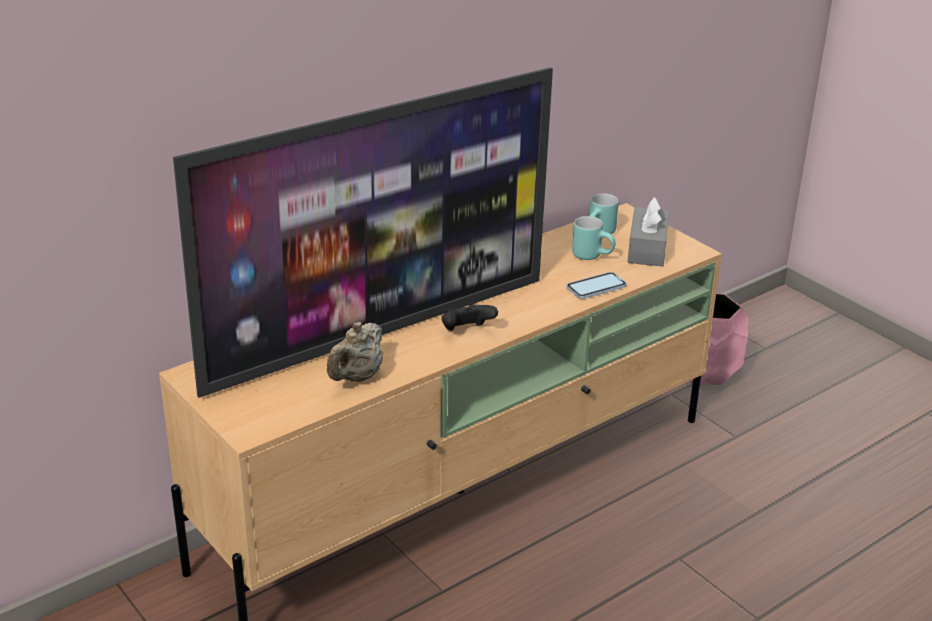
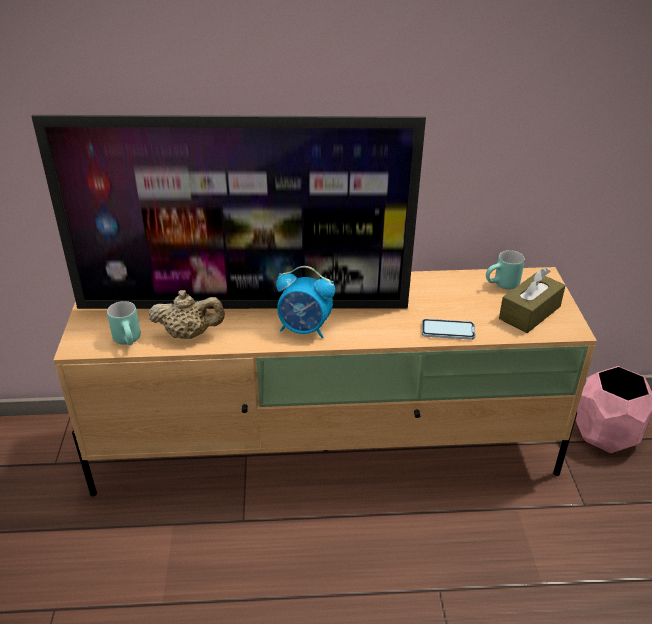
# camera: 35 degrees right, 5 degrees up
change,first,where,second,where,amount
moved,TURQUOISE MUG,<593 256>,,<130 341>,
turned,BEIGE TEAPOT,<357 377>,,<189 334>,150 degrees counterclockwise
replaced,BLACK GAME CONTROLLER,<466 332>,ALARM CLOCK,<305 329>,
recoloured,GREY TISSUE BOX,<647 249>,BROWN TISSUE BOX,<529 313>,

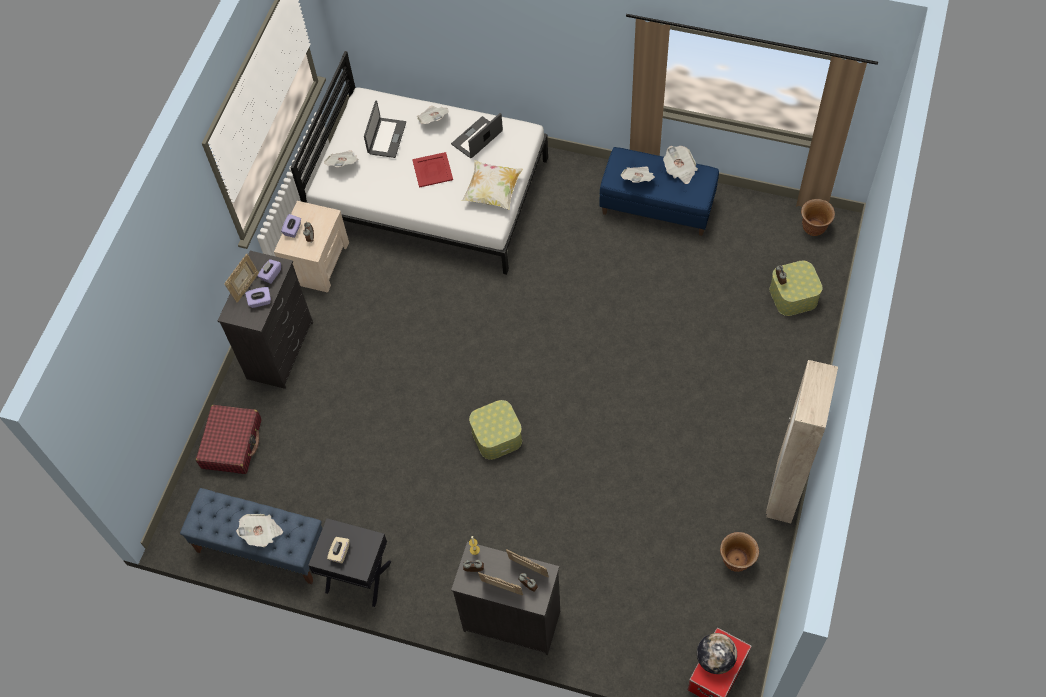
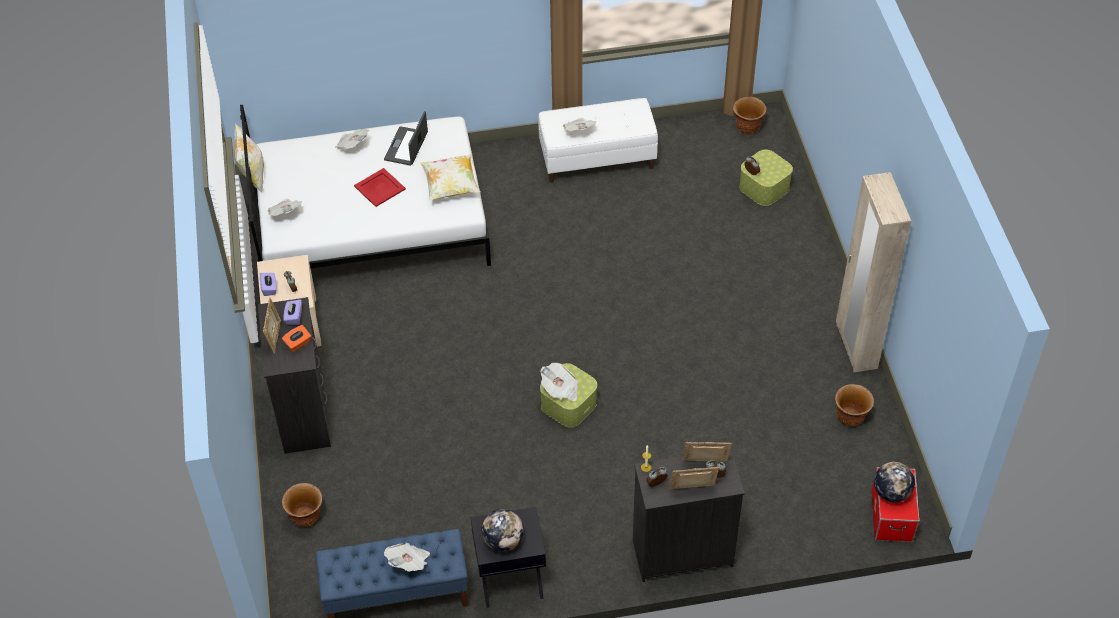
# camera: 30 degrees left, 10 degrees down
change,first,where,second,where,amount
added,,,PILLOW,<252 175>,
recoloured,PURPLE TISSUE BOX,<260 301>,ORANGE TISSUE BOX,<298 344>,
replaced,RED SUITCASE,<232 443>,BROWN PLANTER,<306 517>,
replaced,BEIGE TISSUE BOX,<339 553>,GLOBE,<503 541>,
recoloured,BLUE BENCH,<657 206>,WHITE BENCH,<597 159>,
moved,NEWSPAPER,<680 170>,,<560 389>,
removed,LAPTOP,<386 138>,,,

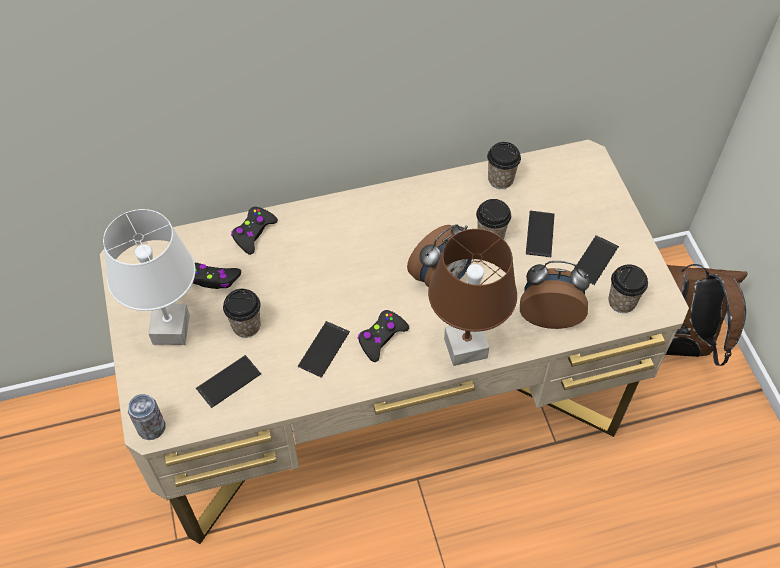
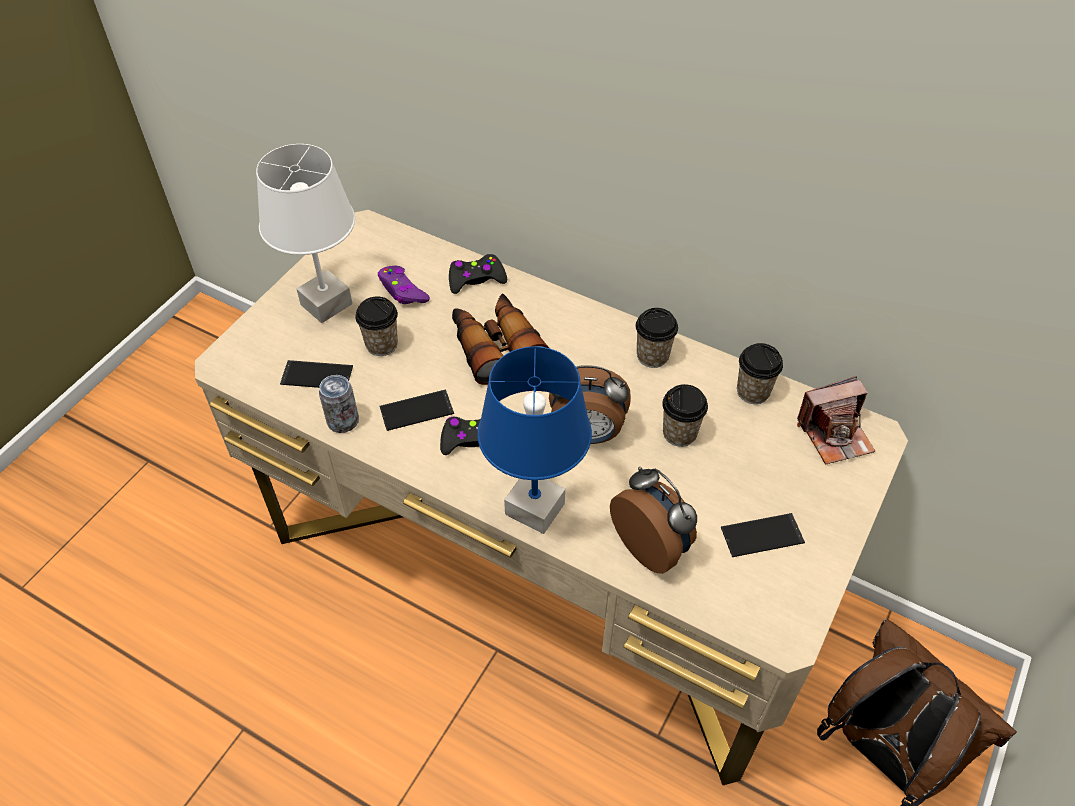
# camera: 45 degrees right, 5 degrees down
change,first,where,second,where,amount
moved,CAN,<151 428>,,<343 421>,
recoloured,BLACK GAME CONTROLLER,<213 279>,PURPLE GAME CONTROLLER,<402 291>,
added,,,BINOCULARS,<495 346>,
recoloured,BROWN TABLE LAMP,<466 347>,BLUE TABLE LAMP,<536 509>,
moved,CUP,<621 302>,,<652 356>,
added,,,PHOTO CAMERA,<834 435>,
removed,PHONE,<540 234>,,,

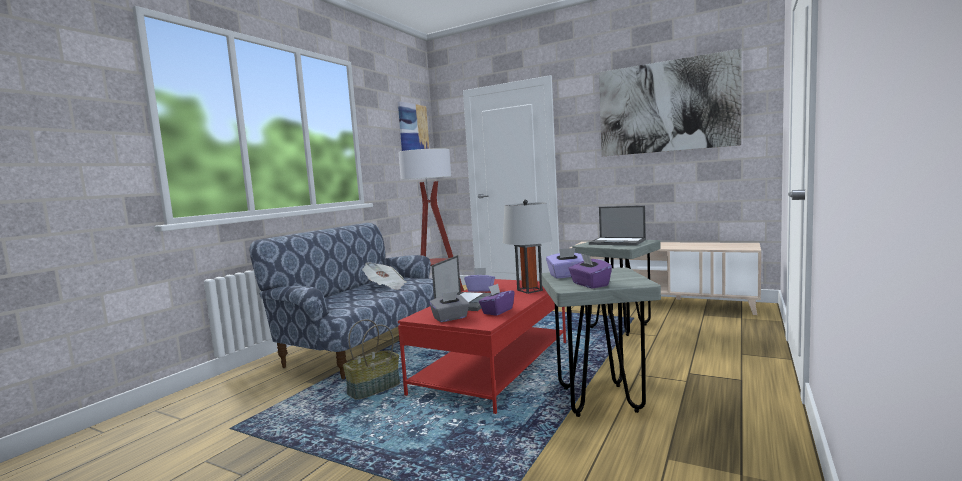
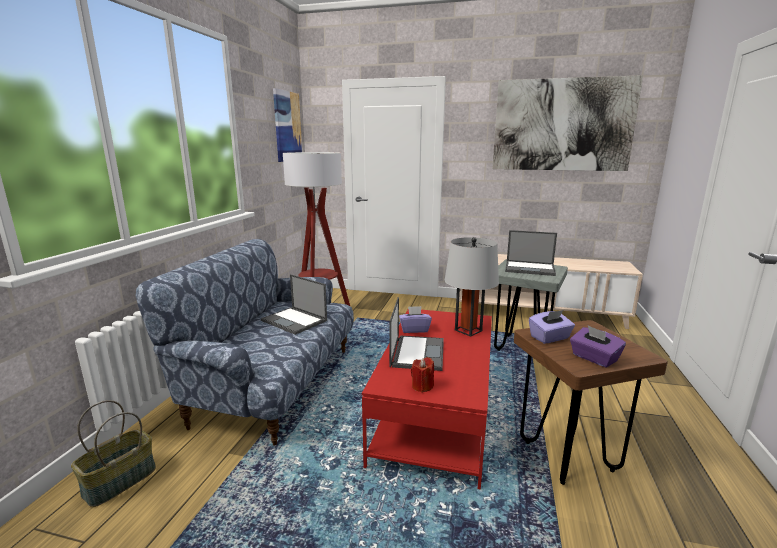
# camera: 15 degrees left, 10 degrees up
change,first,where,second,where,amount
moved,BASKET,<374 389>,,<120 482>,
replaced,NEWSPAPER,<385 287>,LAPTOP,<295 321>,
replaced,GREY TISSUE BOX,<450 318>,RED CANDLE,<422 386>,
recoloured,GREY STOOL,<599 400>,BROWN STOOL,<568 456>,
removed,PURPLE TISSUE BOX,<497 311>,,,

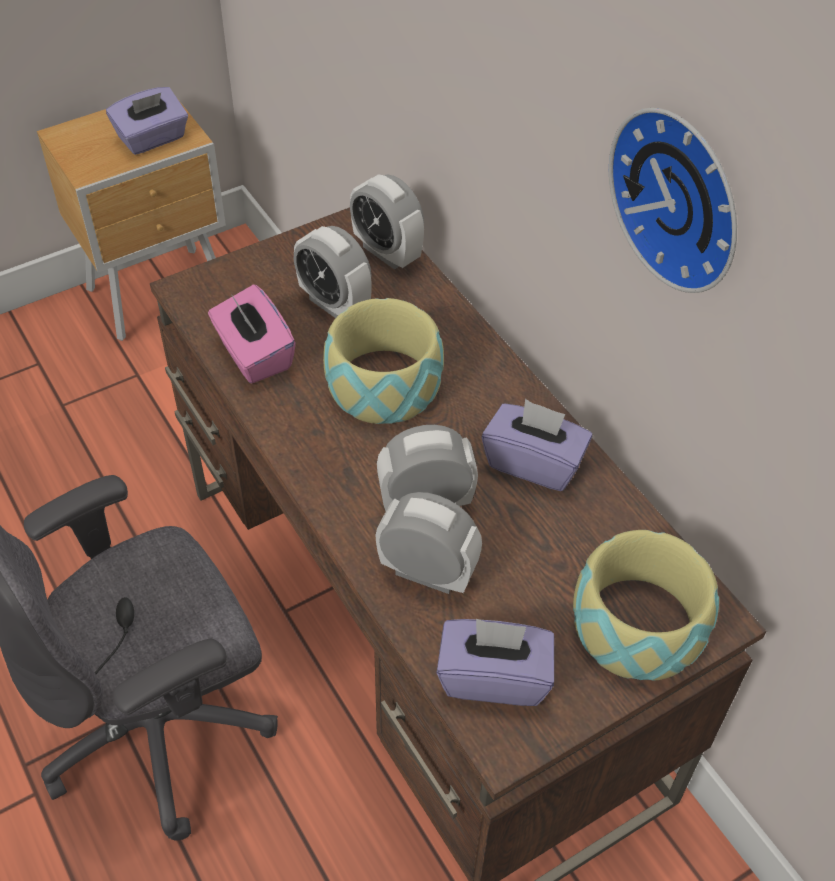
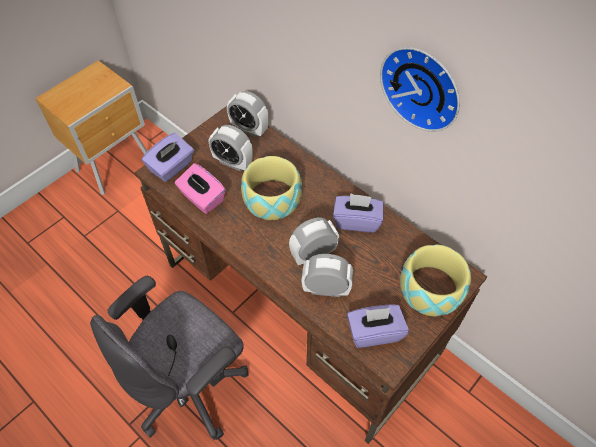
# camera: 15 degrees left, 5 degrees up
change,first,where,second,where,amount
moved,PURPLE TISSUE BOX,<152 139>,,<172 167>,

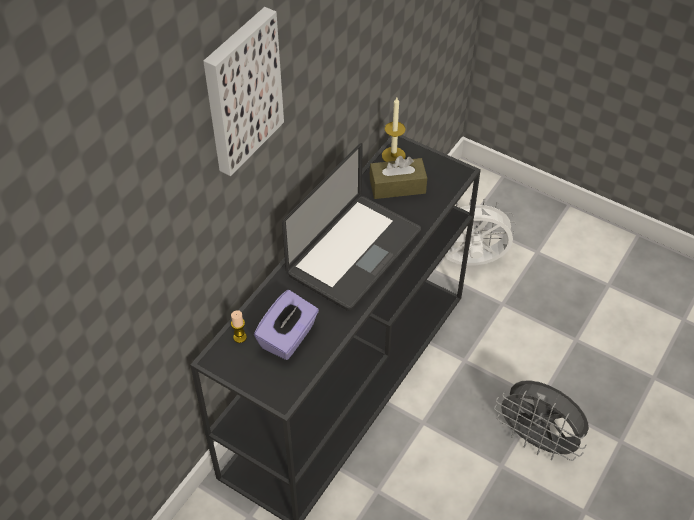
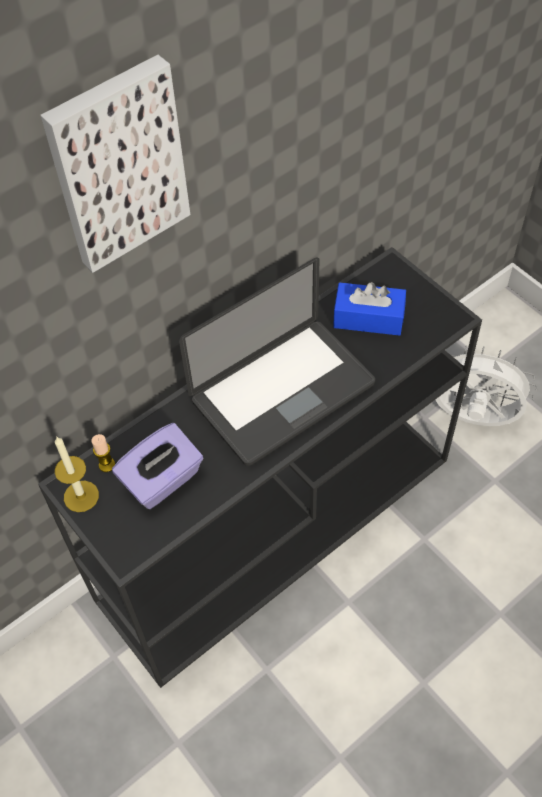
# camera: 20 degrees right, 5 degrees up
change,first,where,second,where,amount
moved,CANDLE,<393 155>,,<81 496>,
recoloured,BROWN TISSUE BOX,<397 186>,BLUE TISSUE BOX,<368 318>,
removed,GREY FAN,<537 441>,,,

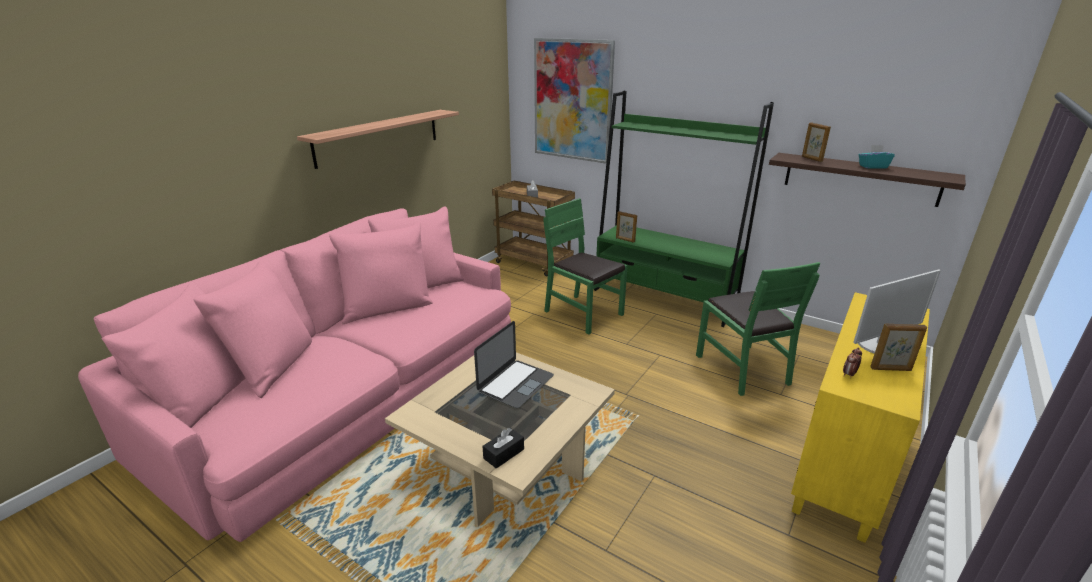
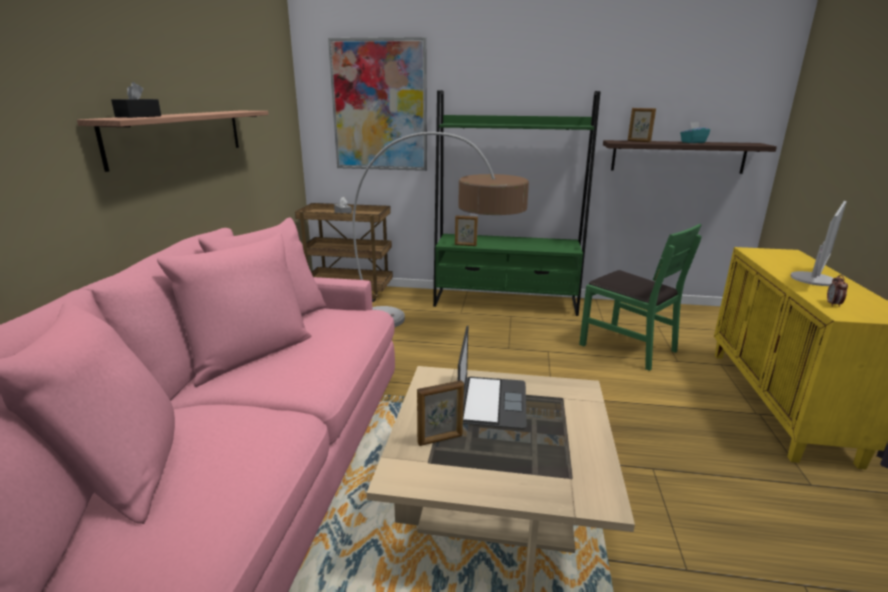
# camera: 25 degrees left, 5 degrees down
change,first,where,second,where,amount
moved,BLACK TISSUE BOX,<503 454>,,<138 116>,
replaced,GREEN CHAIR,<583 313>,FLOOR LAMP,<441 329>,
moved,PICTURE FRAME,<891 369>,,<440 439>,

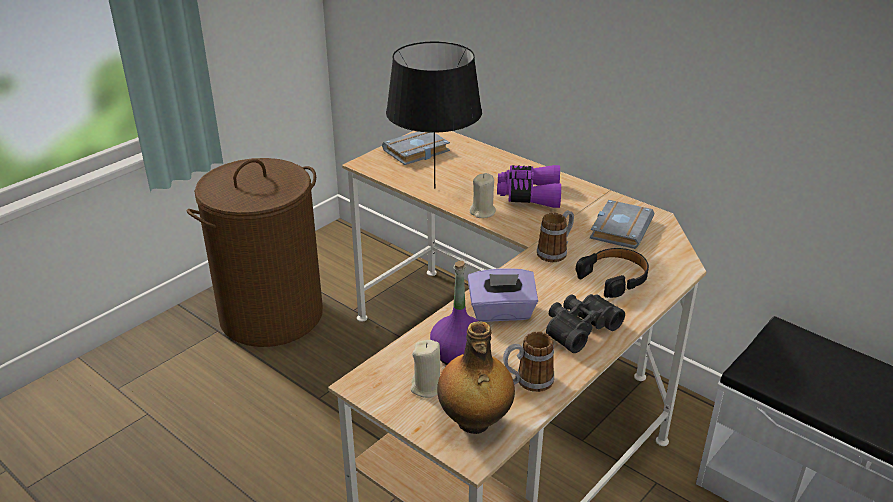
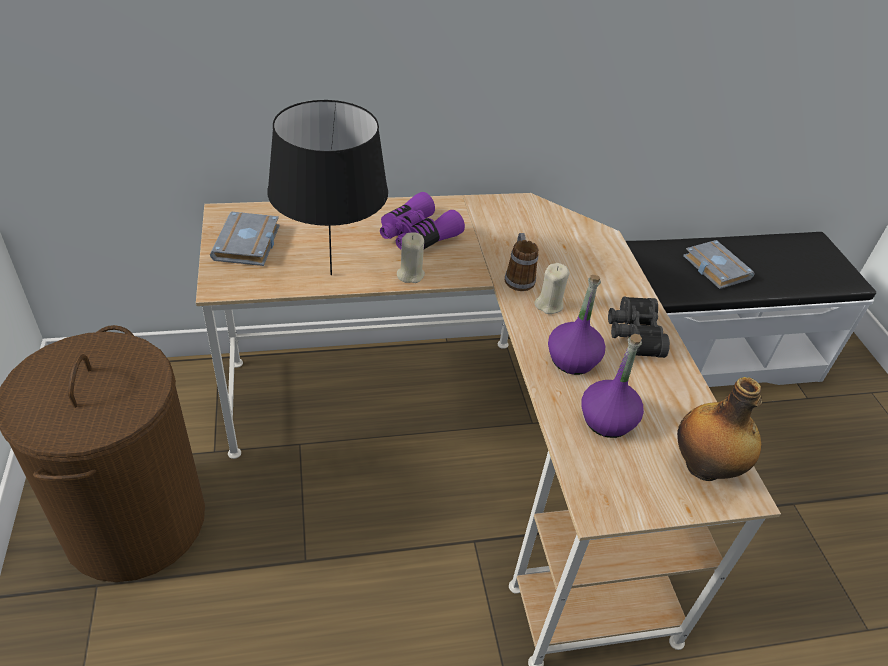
# camera: 55 degrees left, 10 degrees up
change,first,where,second,where,amount
moved,BEIGE CANDLE,<428 387>,,<549 305>,
replaced,PURPLE TISSUE BOX,<501 312>,PURPLE BOTTLE,<572 359>,
moved,GREY BOOK,<619 228>,,<714 268>,
removed,MUG,<527 382>,,,
removed,BLACK HEADPHONES,<614 278>,,,

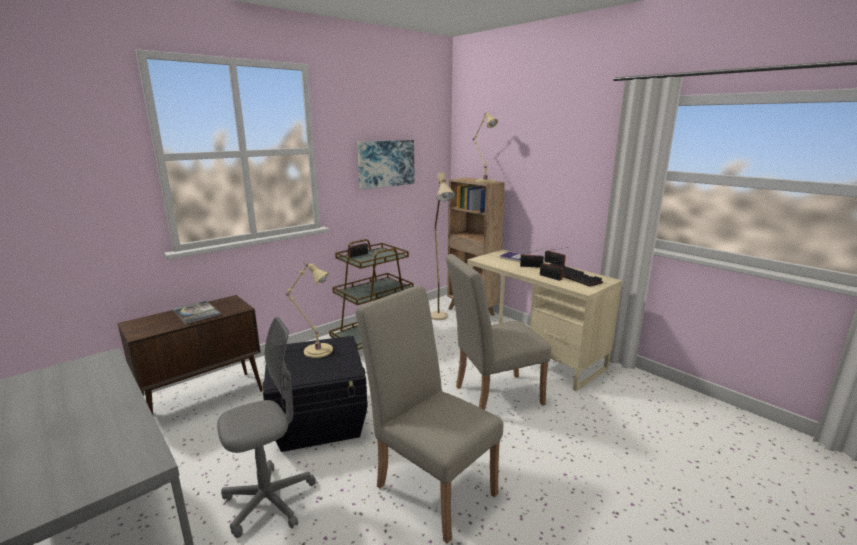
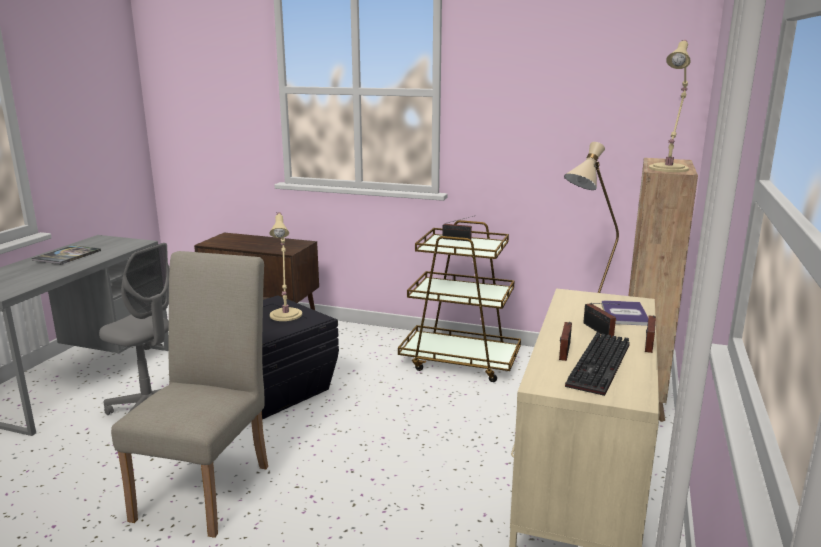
# camera: 60 degrees right, 0 degrees up
change,first,where,second,where,amount
moved,BOOK,<196 313>,,<67 256>,
removed,PICTURE,<385 163>,,,
removed,BEIGE CHAIR,<492 396>,,,

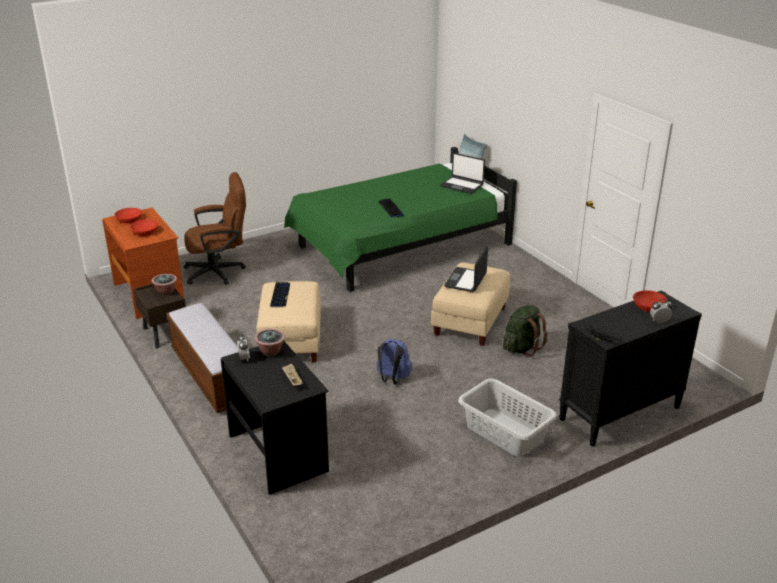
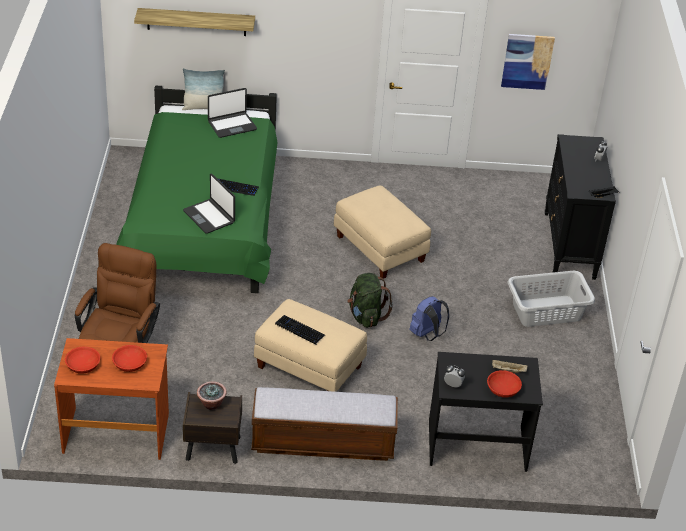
# camera: 60 degrees left, 10 degrees up
change,first,where,second,where,amount
added,,,SHELF,<196 22>,
moved,LAPTOP,<466 280>,,<209 216>,
moved,GREEN BACKPACK,<522 347>,,<366 316>,
moved,RED BOWL,<649 306>,,<503 389>,
added,,,PICTURE,<527 61>,
removed,POTTED PLANT,<271 352>,,,

